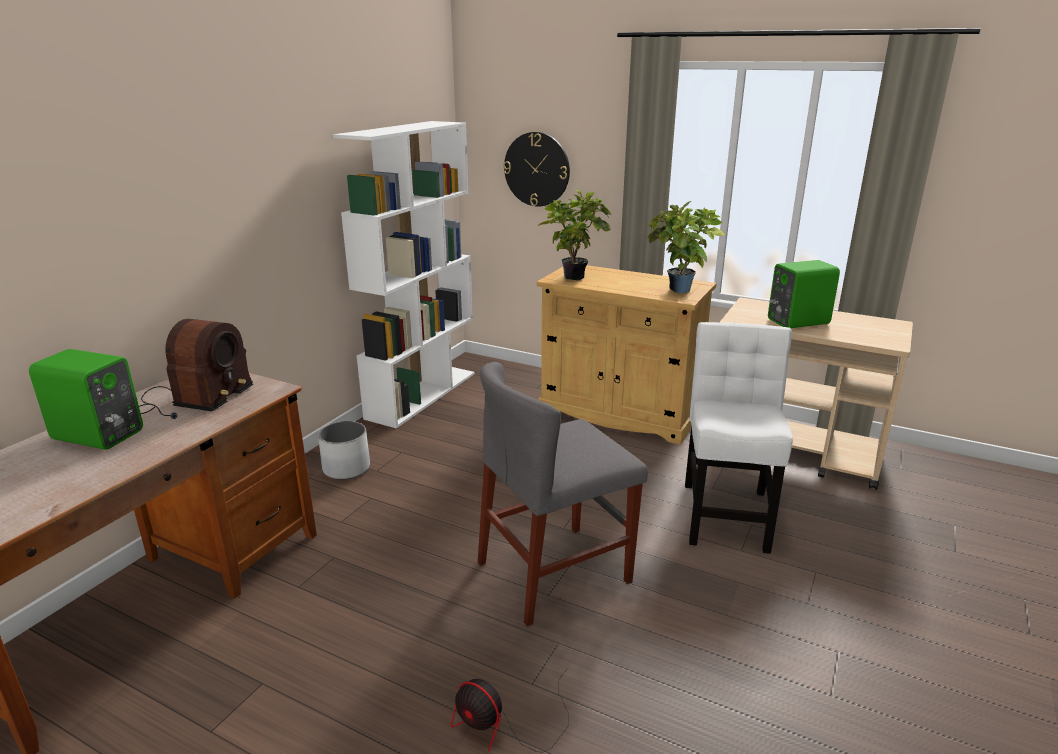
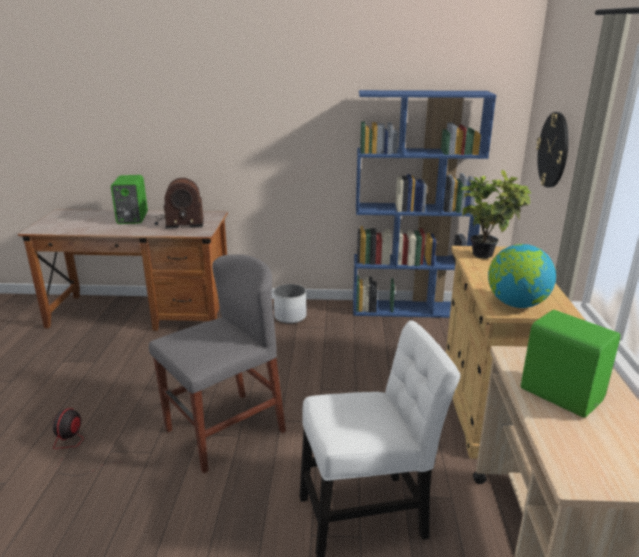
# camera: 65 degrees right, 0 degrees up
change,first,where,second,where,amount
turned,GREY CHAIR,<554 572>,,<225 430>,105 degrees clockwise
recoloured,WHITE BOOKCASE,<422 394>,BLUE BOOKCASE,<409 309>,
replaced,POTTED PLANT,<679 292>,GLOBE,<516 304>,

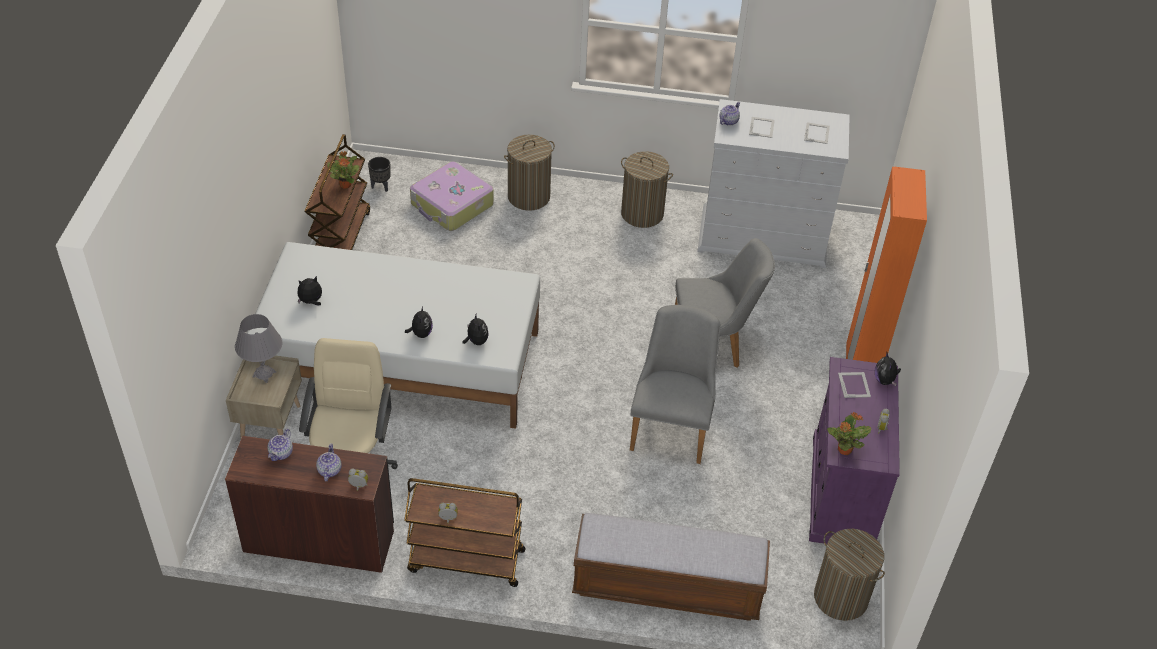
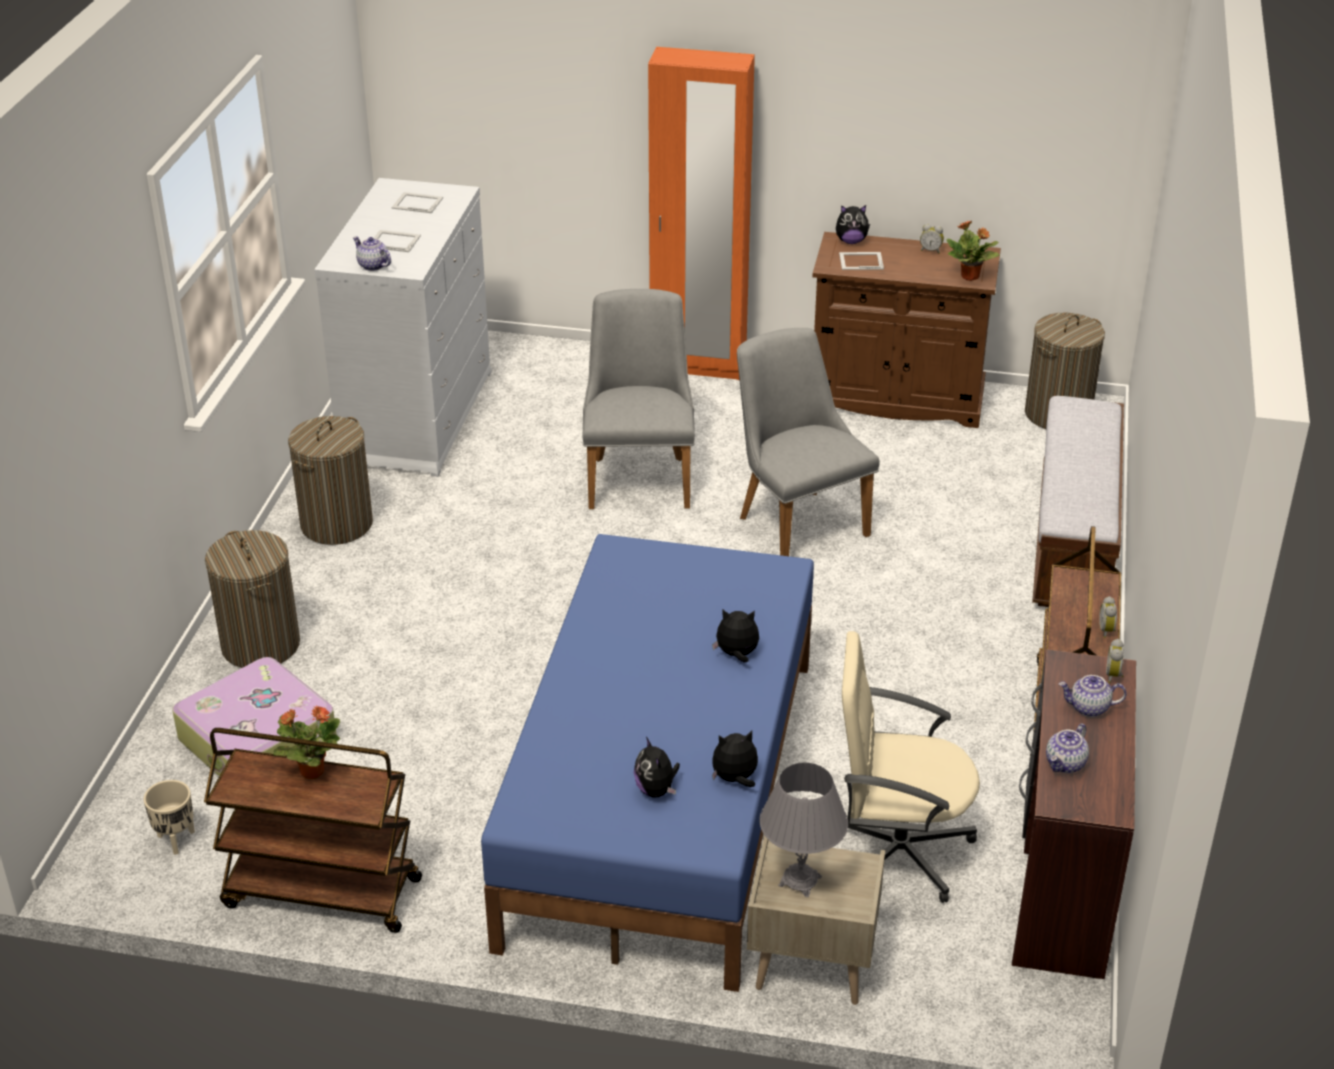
# camera: 85 degrees left, 10 degrees down
change,first,where,second,where,amount
recoloured,BLACK PLANTER,<380 186>,BEIGE PLANTER,<176 841>,
recoloured,WHITE BED,<400 360>,BLUE BED,<659 799>,
moved,PLUSH TOY,<476 341>,,<735 779>,
turned,GREY CHAIR,<672 426>,,<795 520>,45 degrees clockwise
recoloured,PURPLE CABINET,<841 491>,BROWN CABINET,<896 398>,
turned,TEAPOT,<281 453>,,<1065 764>,105 degrees clockwise

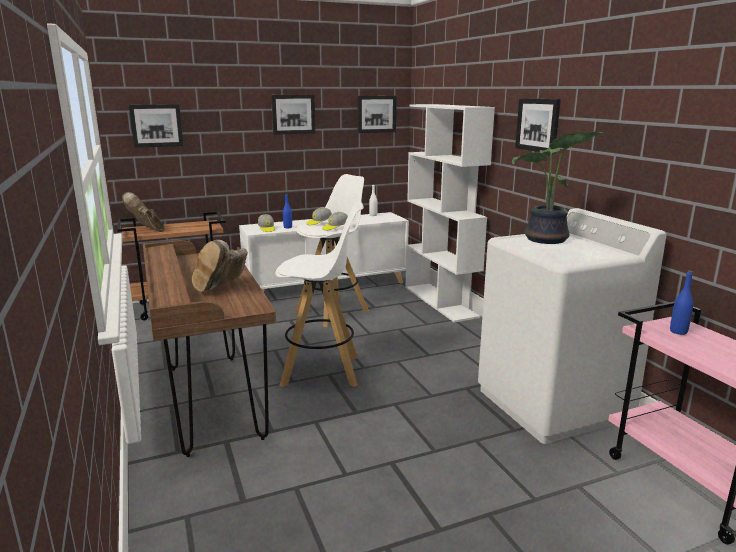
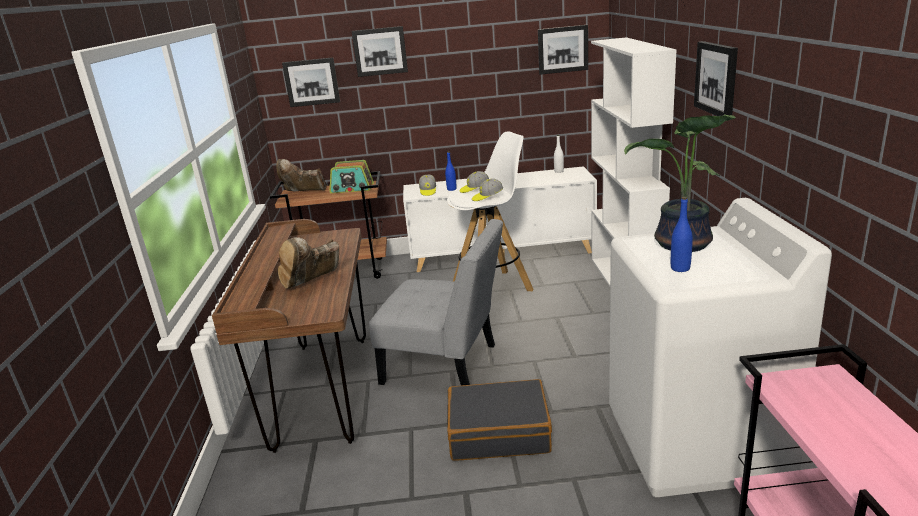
# camera: 20 degrees right, 5 degrees up
change,first,where,second,where,amount
turned,BROWN BOOT,<147 229>,,<303 193>,60 degrees counterclockwise
added,,,RADIO,<352 188>,
moved,PICTURE,<293 114>,,<380 51>,
replaced,WHITE STOOL,<322 371>,GREY CHAIR,<446 366>,
added,,,BLACK SUITCASE,<498 432>,
moved,BLUE BOTTLE,<678 331>,,<680 268>,

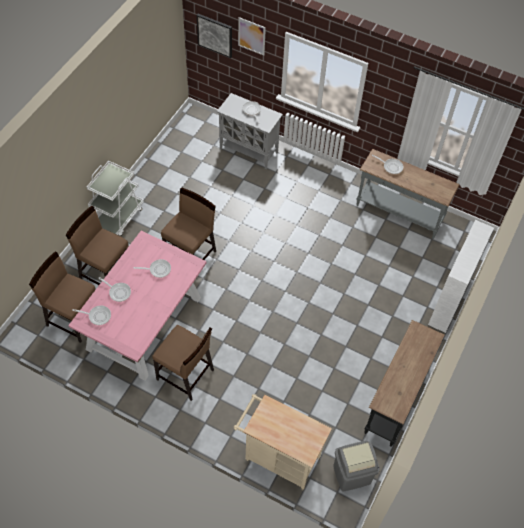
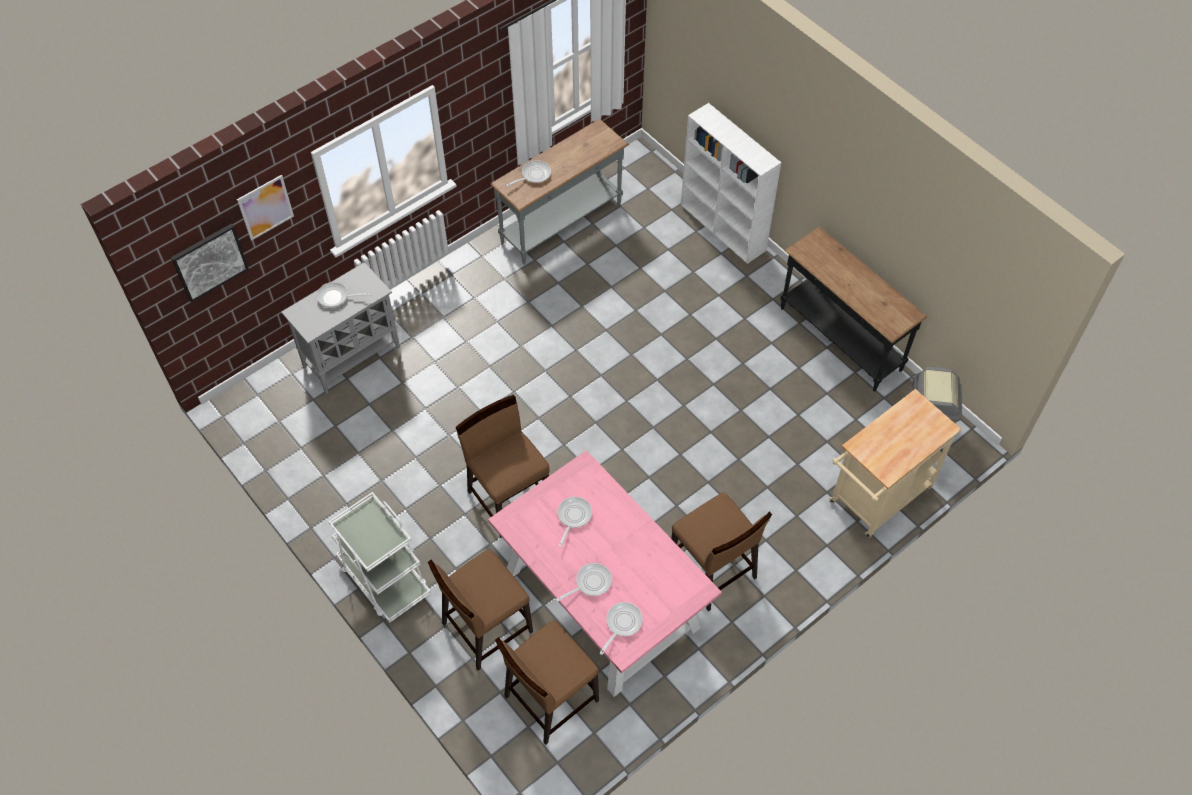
# camera: 65 degrees left, 0 degrees up
change,first,where,second,where,amount
turned,BROWN CHAIR,<185 375>,,<712 571>,90 degrees clockwise

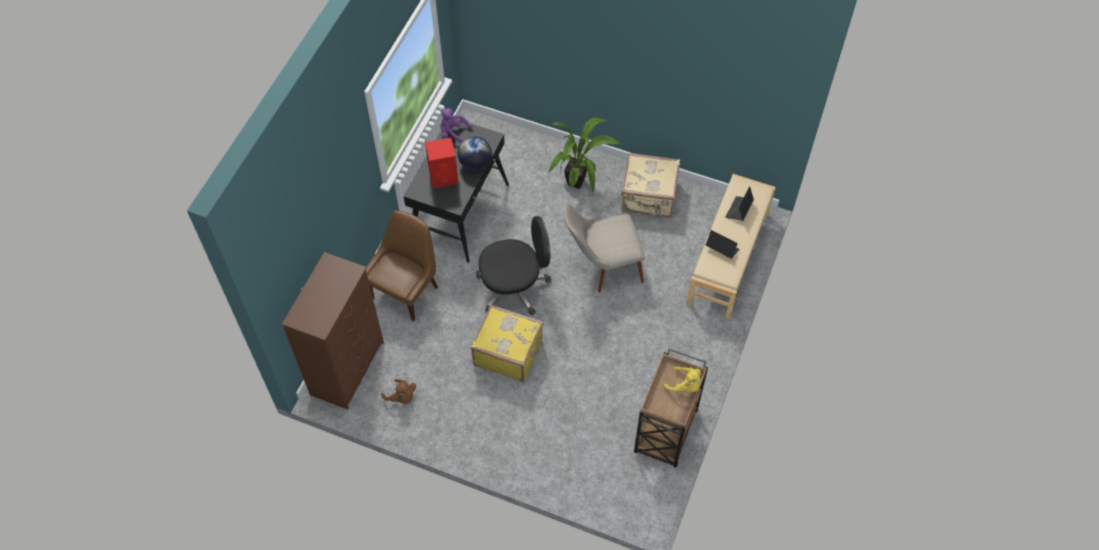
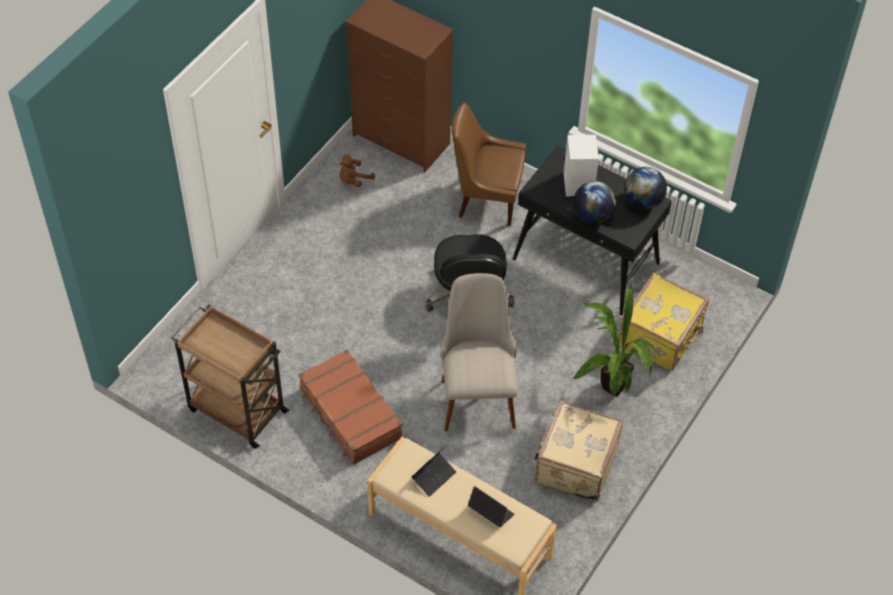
# camera: 100 degrees right, 5 degrees down
change,first,where,second,where,amount
added,,,BROWN SUITCASE,<350 414>,
turned,BROWN CHAIR,<406 291>,,<486 198>,150 degrees clockwise
recoloured,RED SPEAKER,<444 176>,WHITE SPEAKER,<578 184>,
moved,YELLOW SUITCASE,<508 352>,,<661 337>,
replaced,PURPLE PLUSH TOY,<453 133>,GLOBE,<643 201>,
removed,YELLOW PLUSH TOY,<685 385>,,,

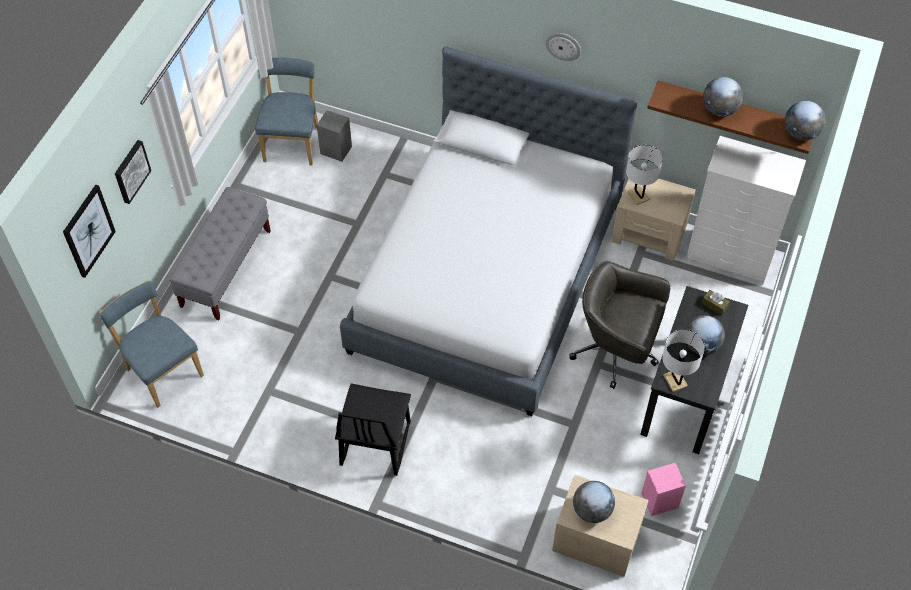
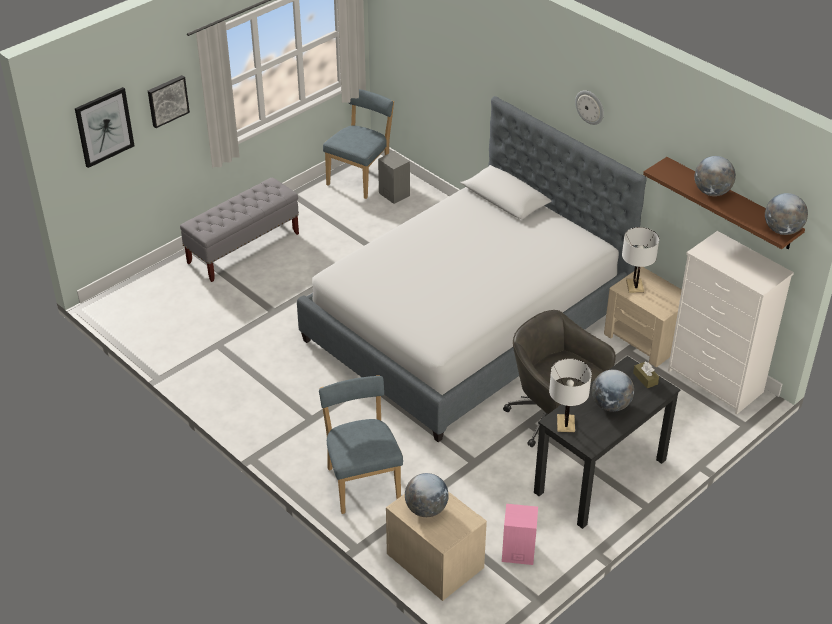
# camera: 25 degrees right, 15 degrees down
change,first,where,second,where,amount
moved,BLUE CHAIR,<162 370>,,<362 481>,
removed,BLACK CHAIR,<374 443>,,,

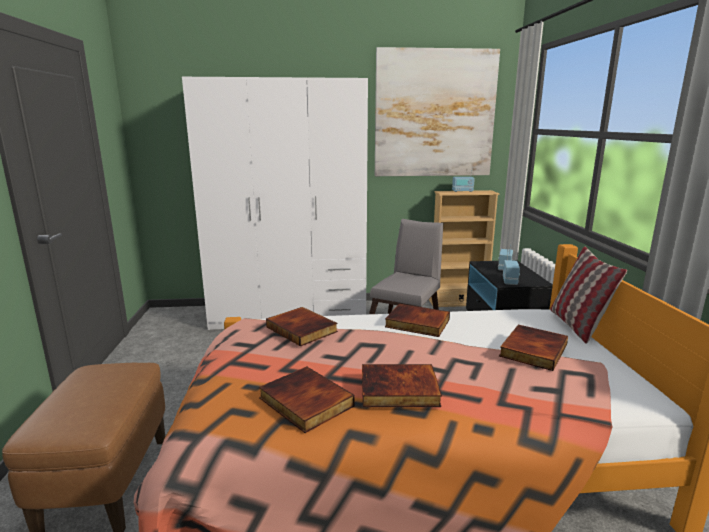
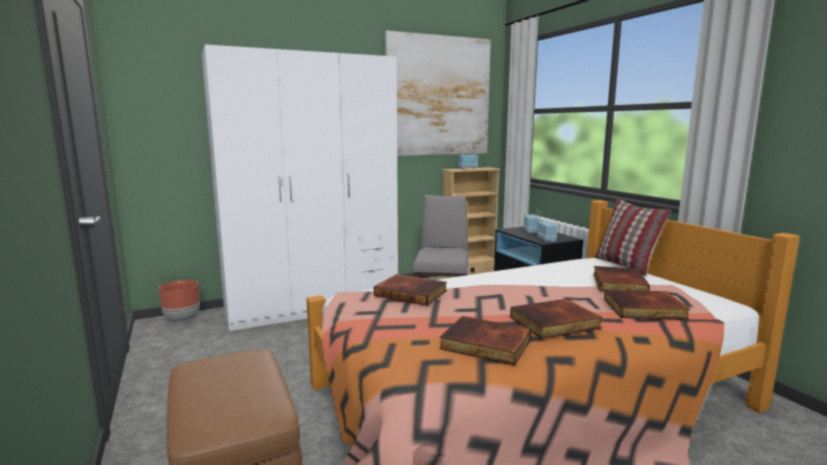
# camera: 20 degrees left, 5 degrees down
change,first,where,second,where,amount
added,,,BROWN PLANTER,<182 319>,
moved,BOOK,<416 323>,,<644 309>,

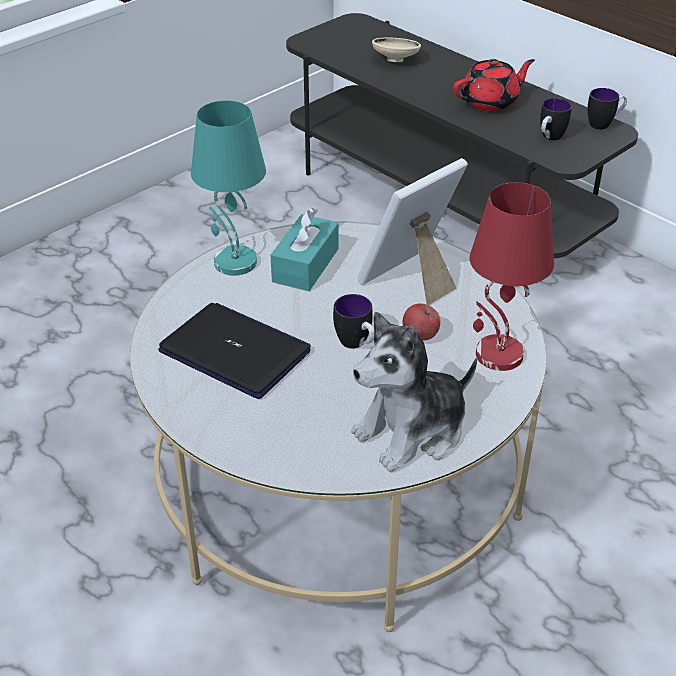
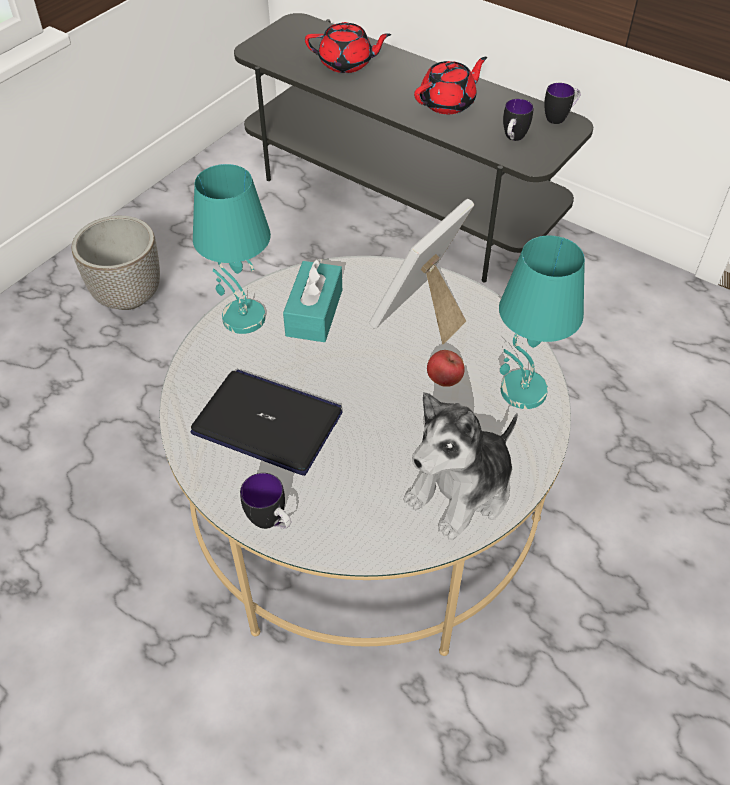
# camera: 10 degrees left, 10 degrees up
change,first,where,second,where,amount
added,,,PLANTER,<129 296>,
moved,MUG,<357 345>,,<271 523>,
replaced,BEIGE BOWL,<396 60>,RED TEAPOT,<347 64>,
recoloured,RED TABLE LAMP,<497 355>,TURQUOISE TABLE LAMP,<522 391>,

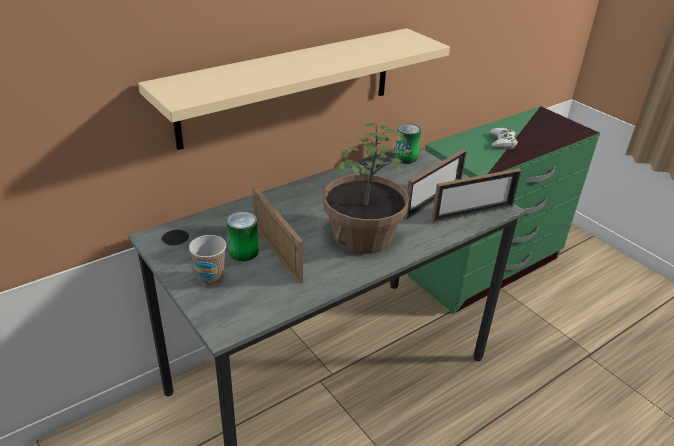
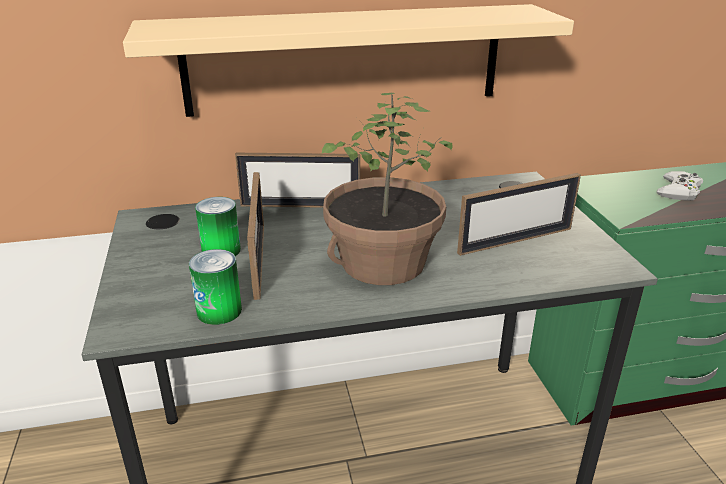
# camera: 25 degrees right, 5 degrees down
change,first,where,second,where,amount
moved,CAN,<406 156>,,<219 311>,
moved,PICTURE FRAME,<472 214>,,<300 206>,
removed,CUP,<211 278>,,,

